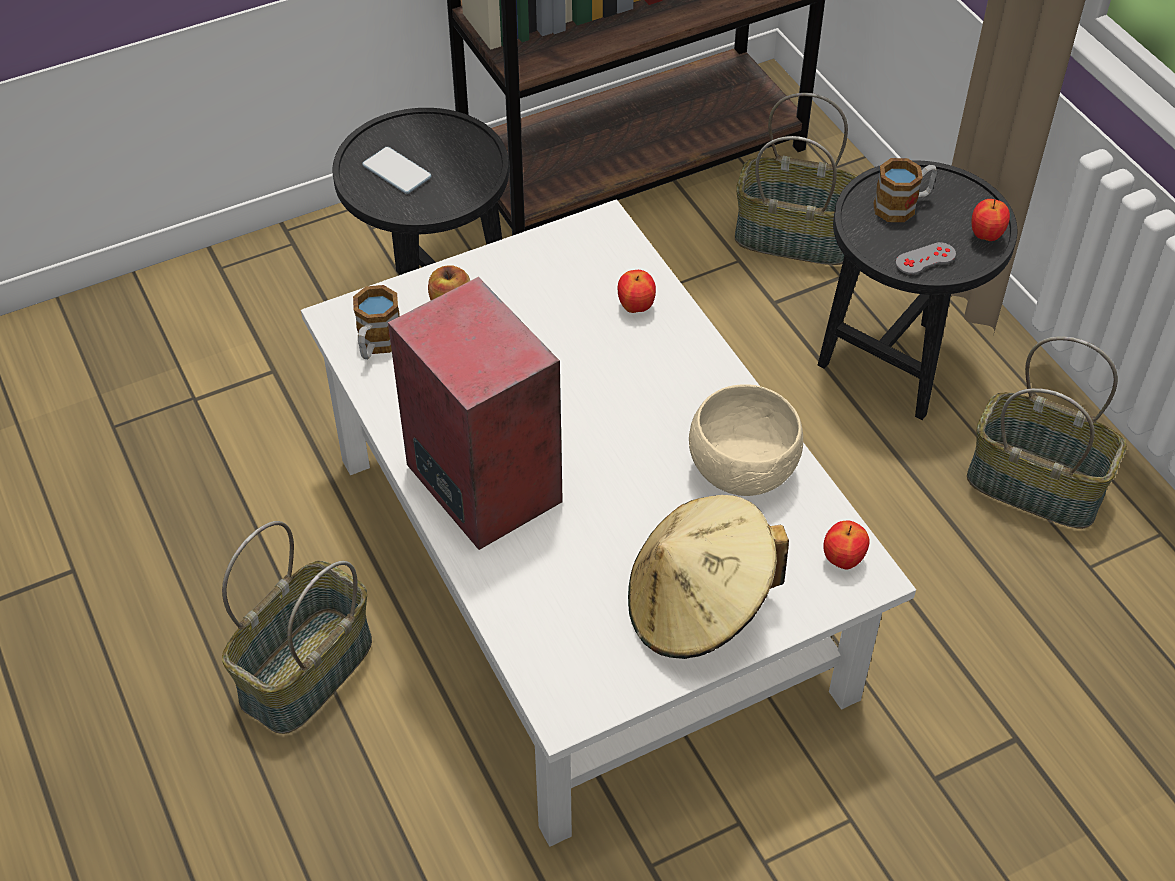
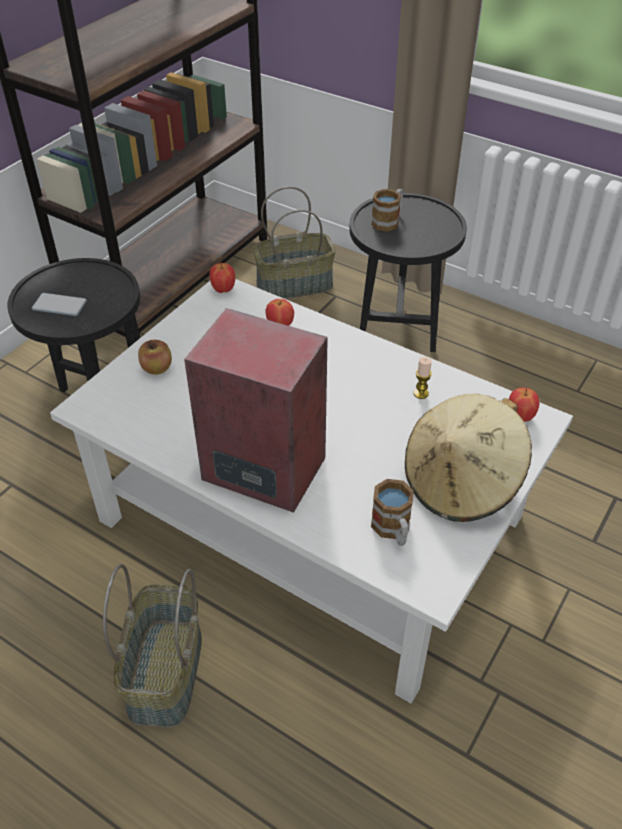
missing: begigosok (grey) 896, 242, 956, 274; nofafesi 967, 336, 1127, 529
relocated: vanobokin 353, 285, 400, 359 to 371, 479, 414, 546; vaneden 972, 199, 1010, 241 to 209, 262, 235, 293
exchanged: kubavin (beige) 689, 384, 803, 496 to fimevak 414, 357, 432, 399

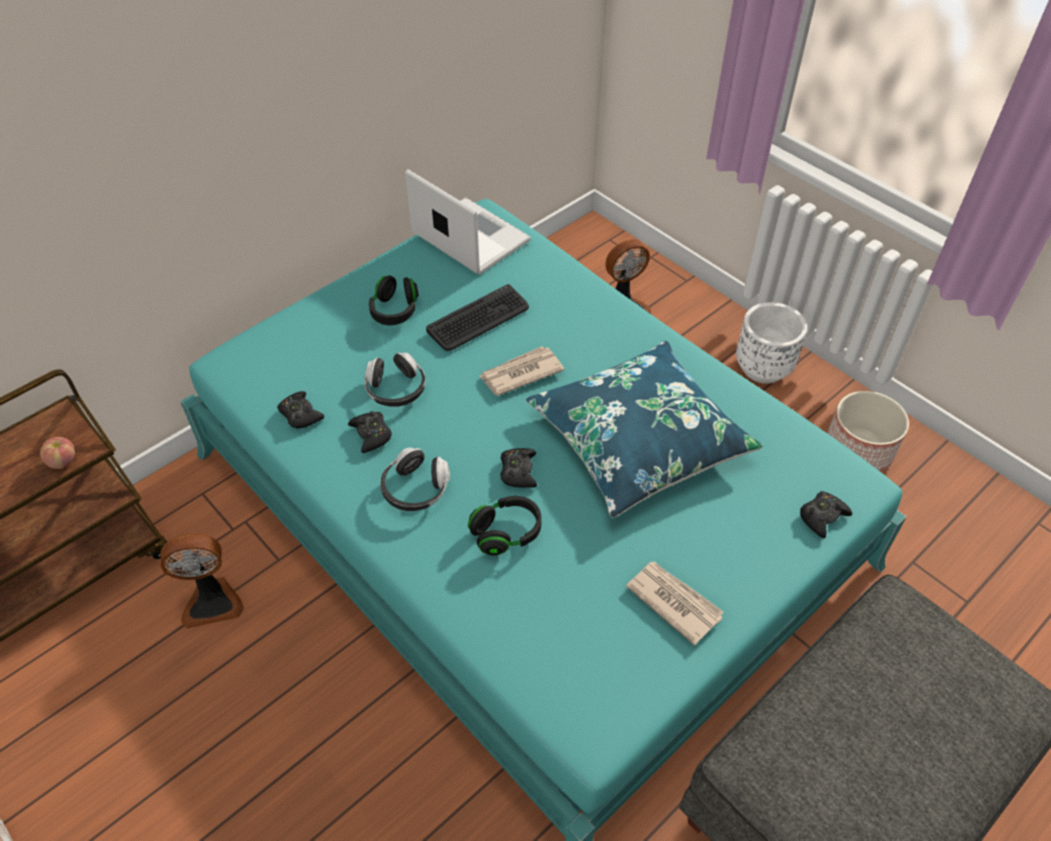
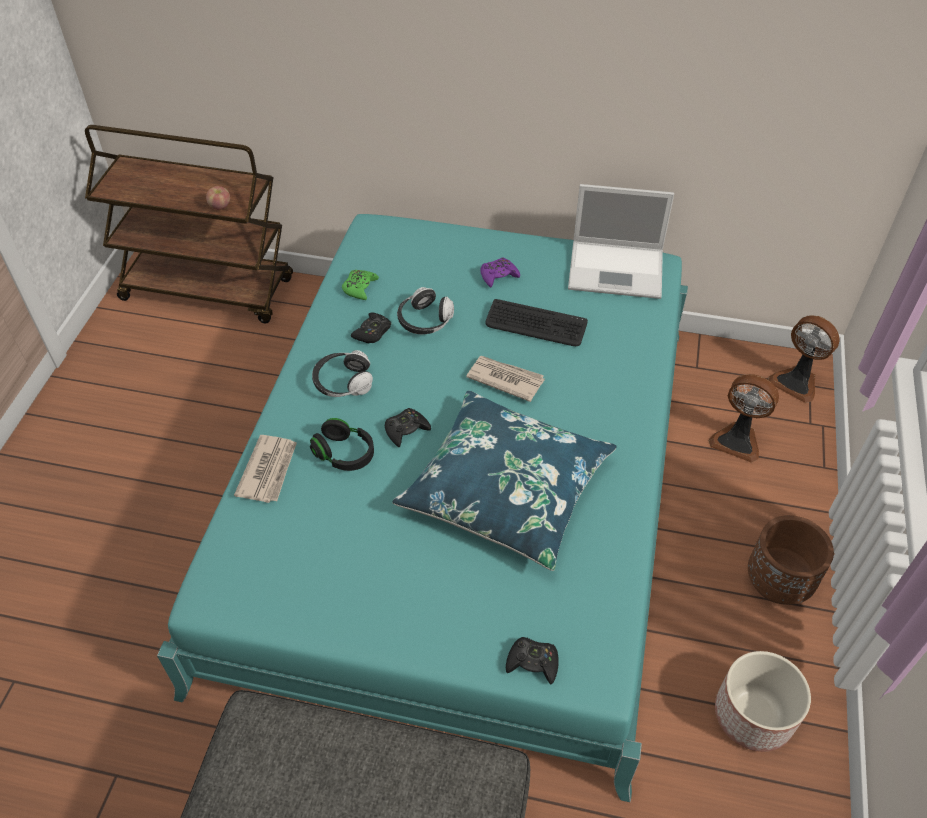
relocated: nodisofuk 161, 534, 244, 628 to 768, 315, 839, 403; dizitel 626, 562, 723, 646 to 234, 435, 297, 503
exchanged: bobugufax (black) 369, 276, 419, 325 to begigosok (purple) 480, 257, 520, 287
colour: begigosok (black) 277, 391, 324, 429 to begigosok (green) 342, 270, 379, 300; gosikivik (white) 736, 302, 807, 384 to gosikivik (brown) 748, 515, 834, 605
spun: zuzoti 405, 169, 531, 275 = 568, 184, 674, 299 90 degrees clockwise

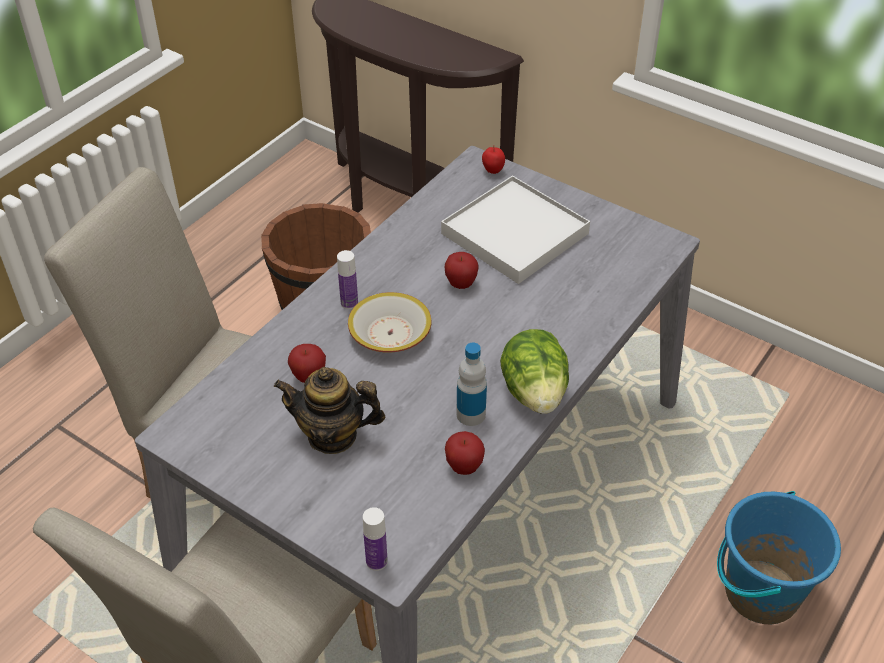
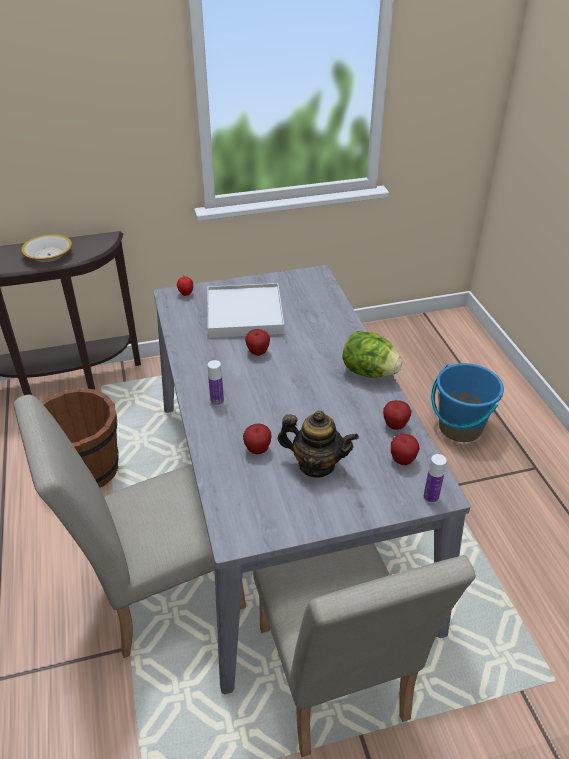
missing: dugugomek 456, 343, 487, 426
appeared: vaneden 391, 434, 420, 465
relocated: kubavin 348, 292, 432, 353 to 21, 234, 72, 262
spun: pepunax 274, 367, 385, 454 = 278, 411, 359, 477 120 degrees counterclockwise

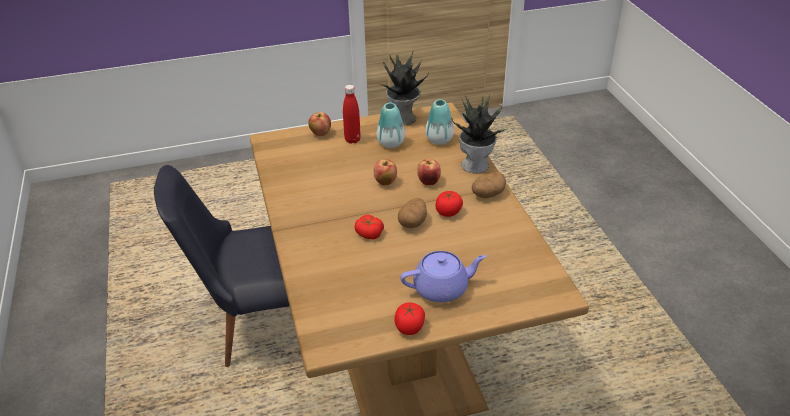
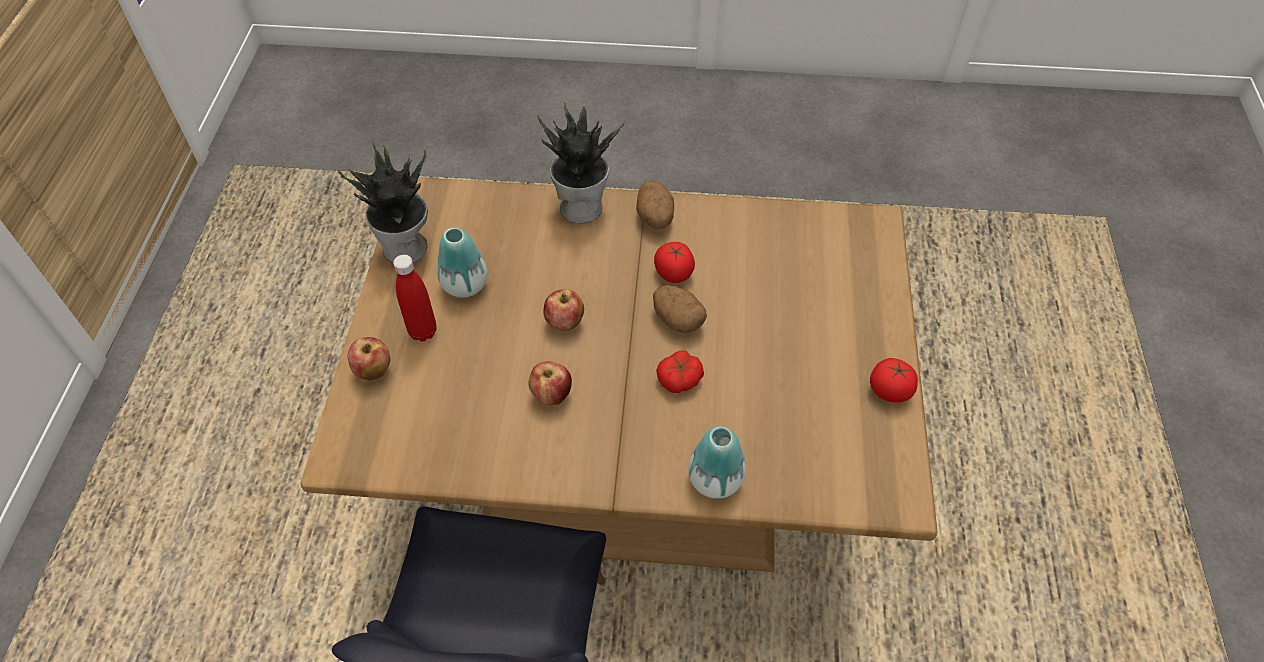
missing: pepunax (purple) 400, 251, 487, 302
relocated: vaneden 417, 159, 441, 185 to 529, 361, 572, 405; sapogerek 425, 99, 454, 145 to 688, 426, 746, 499

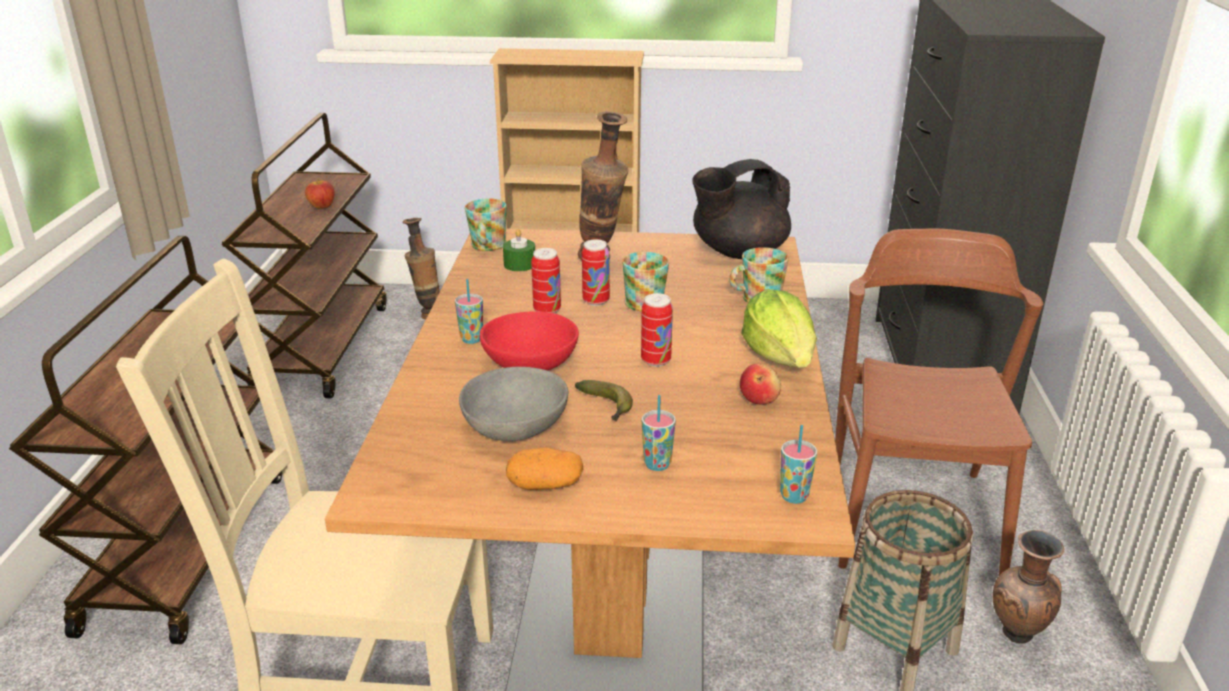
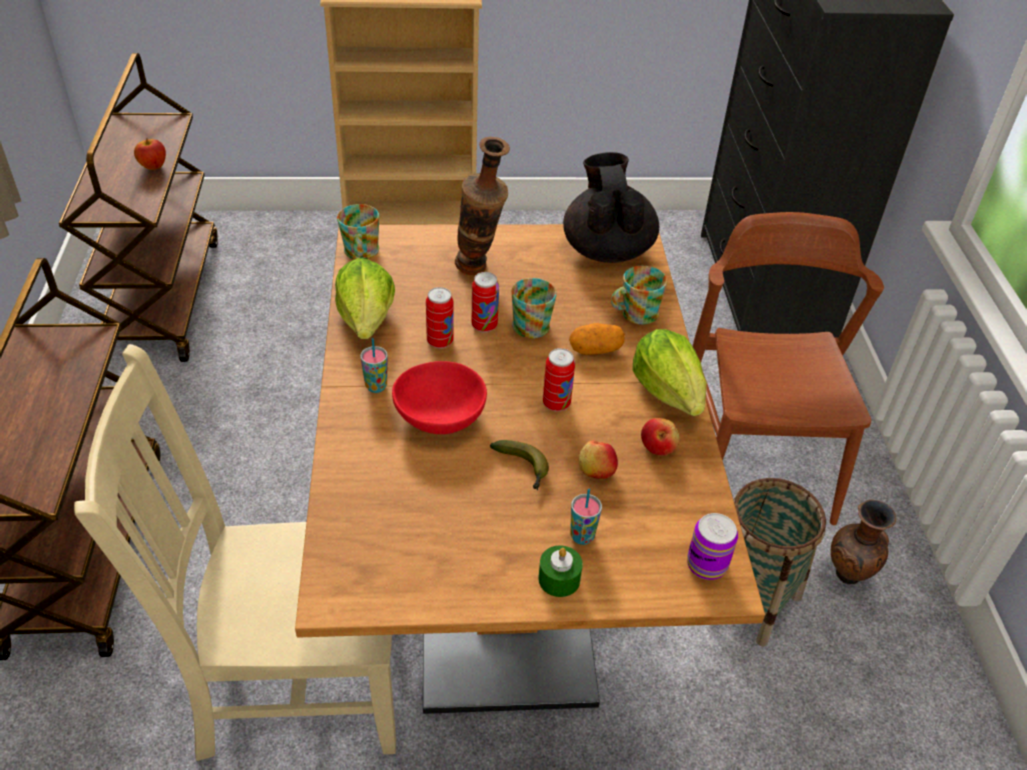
missing: sapogerek 403, 218, 440, 319; kubavin (grey) 459, 367, 569, 441
appeared: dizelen 335, 258, 395, 339; vaneden 578, 441, 618, 479
relocated: fimevak (green) 503, 229, 535, 271 to 538, 545, 583, 597; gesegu 506, 447, 583, 490 to 569, 323, 625, 355
exchanged: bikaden 780, 425, 817, 504 to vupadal 687, 513, 738, 580
spun: pepunax (black) 692, 159, 791, 259 = 563, 152, 659, 263 120 degrees clockwise

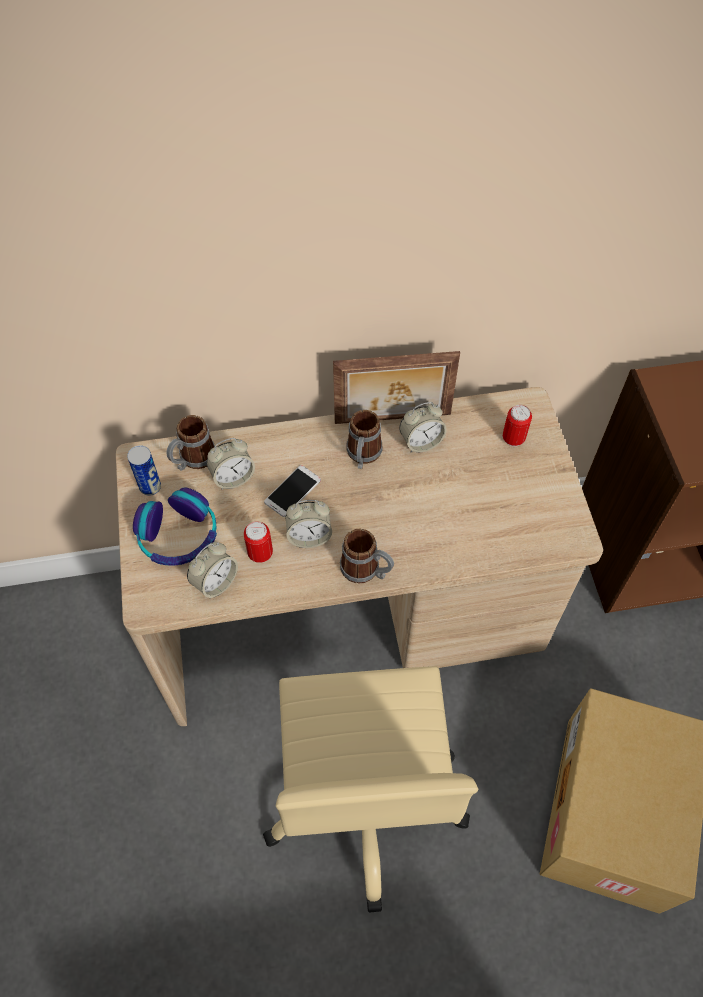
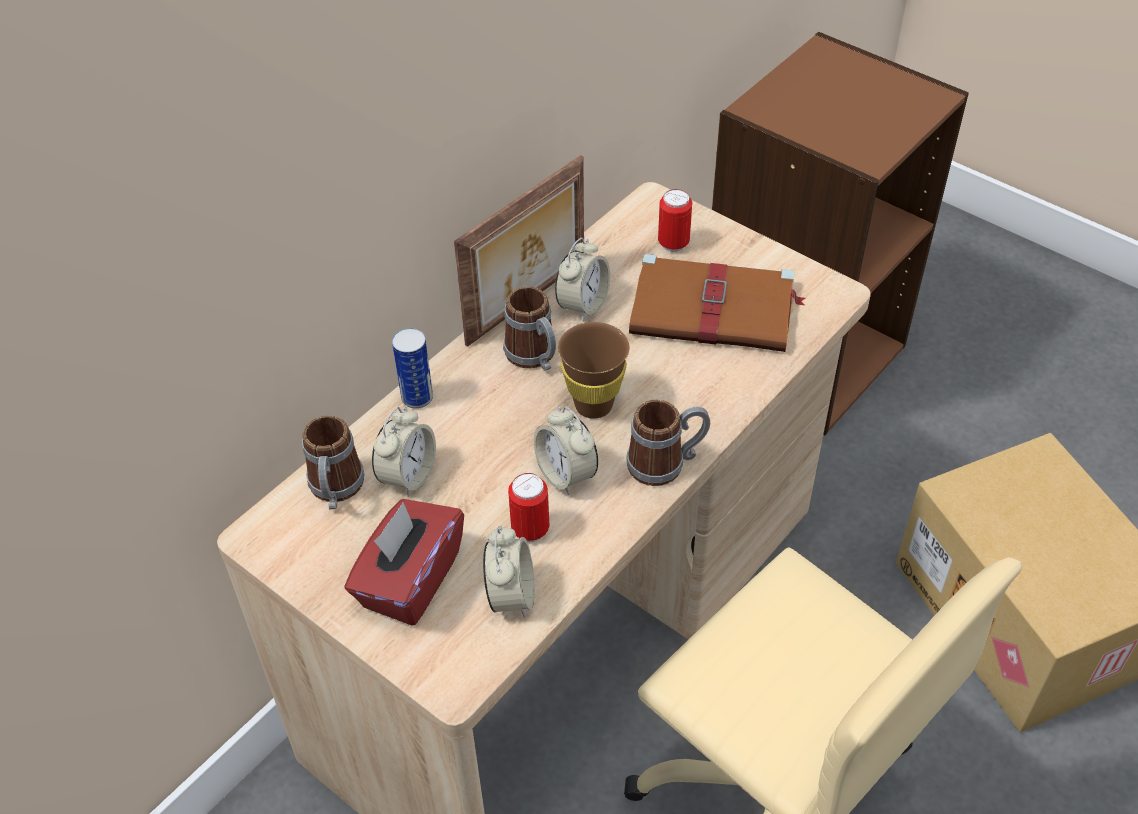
missing: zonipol 264, 465, 321, 517
appeared: bikaden (brown) 558, 322, 629, 419; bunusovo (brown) 629, 254, 806, 352
relocated: vupadal 127, 445, 161, 496 to 392, 328, 433, 409
exchanged: bobugufax 133, 488, 217, 566 to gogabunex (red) 345, 499, 464, 625
spun: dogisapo 286, 500, 332, 548 = 534, 406, 598, 495 105 degrees clockwise

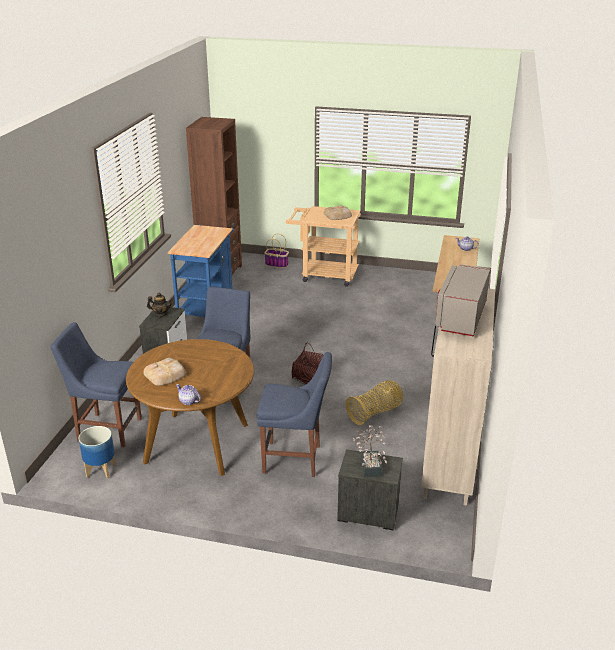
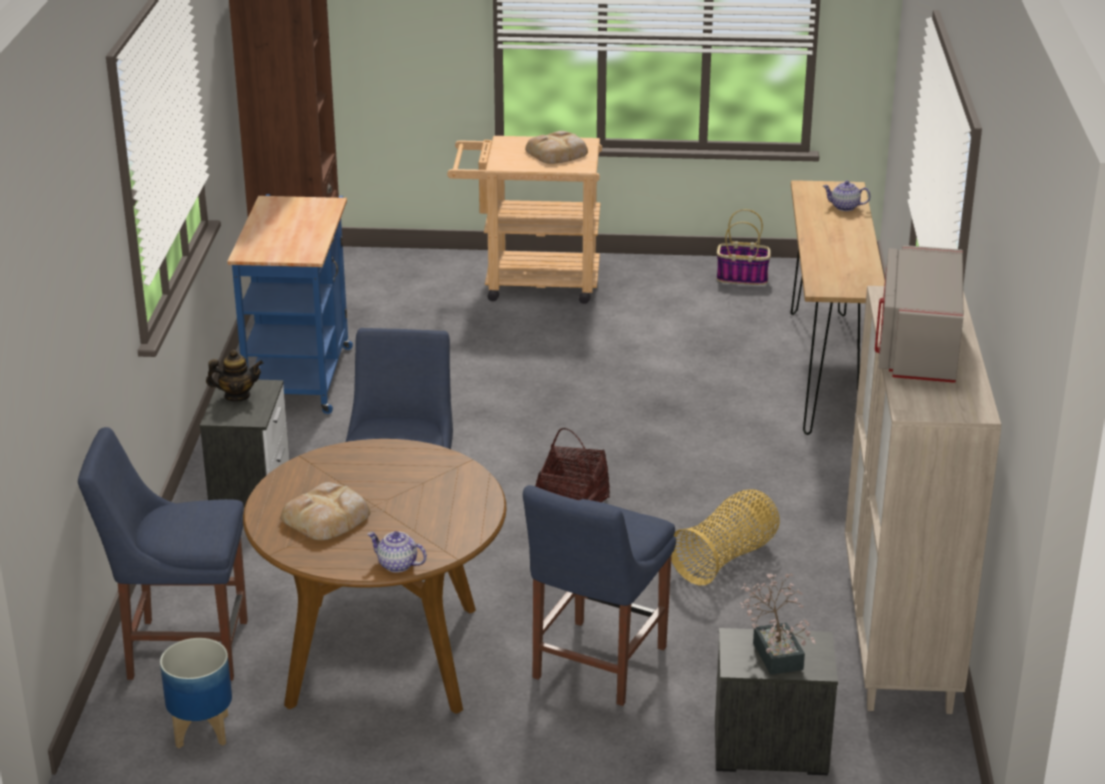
relocated: nofafesi 264, 234, 289, 268 to 717, 209, 771, 285
spun: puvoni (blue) 257, 352, 332, 477 = 523, 485, 676, 706 120 degrees clockwise

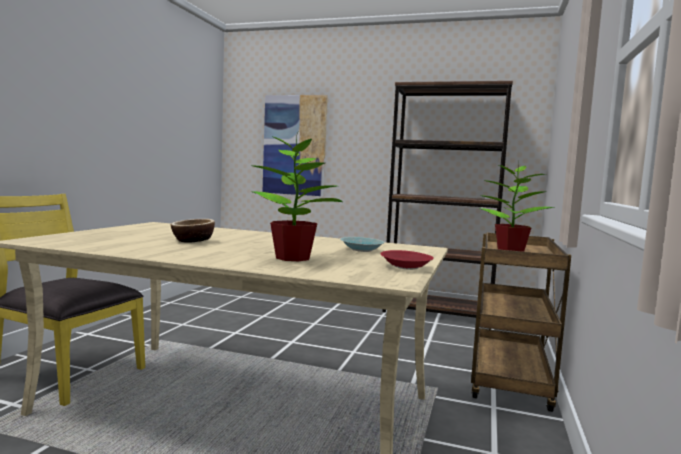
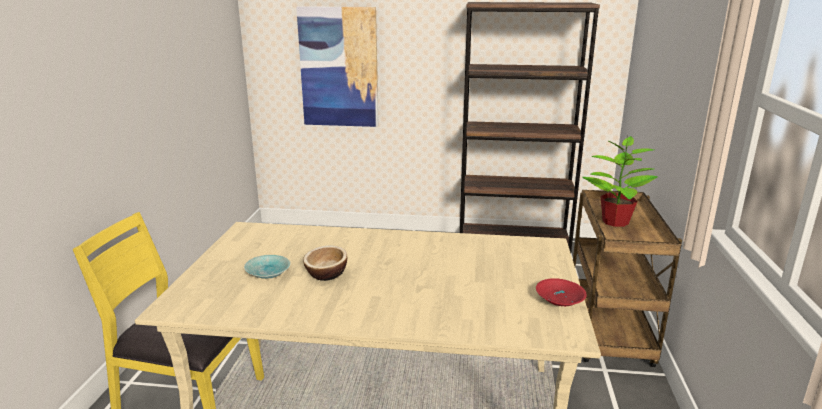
missing: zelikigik 253, 136, 343, 261
relocated: kubavin (turquoise) 340, 237, 385, 252 to 244, 255, 291, 279

